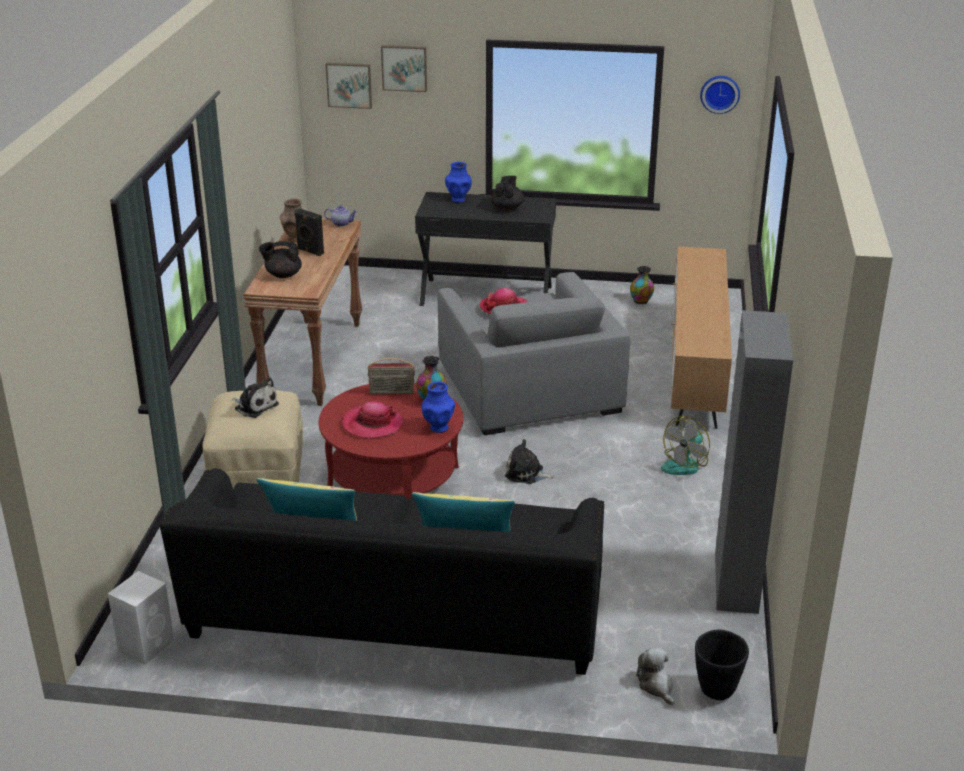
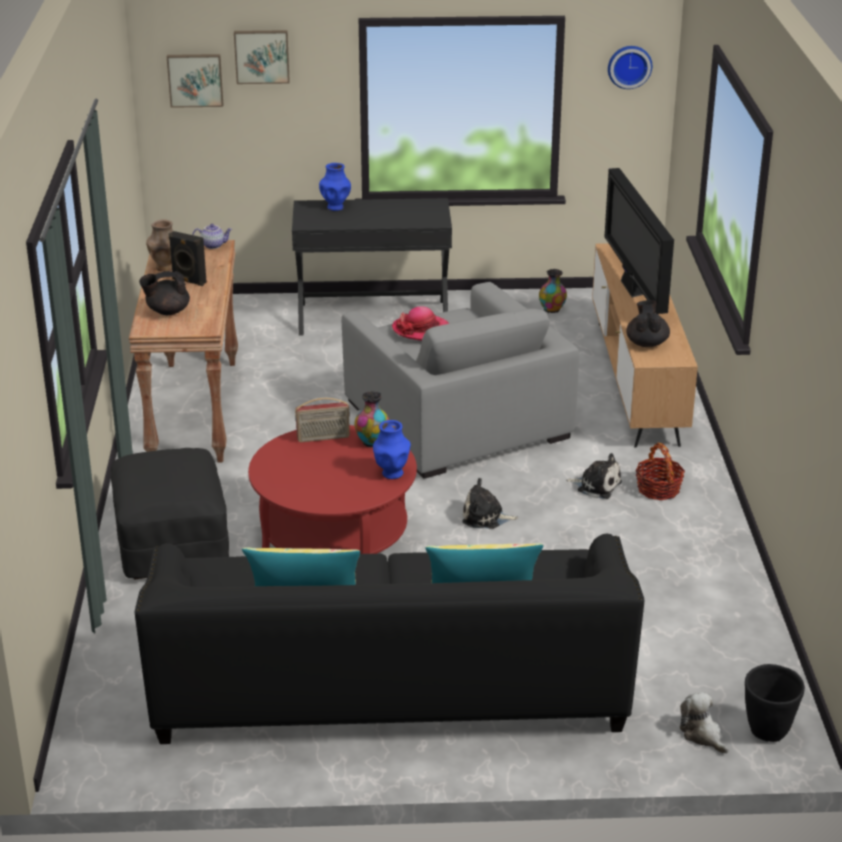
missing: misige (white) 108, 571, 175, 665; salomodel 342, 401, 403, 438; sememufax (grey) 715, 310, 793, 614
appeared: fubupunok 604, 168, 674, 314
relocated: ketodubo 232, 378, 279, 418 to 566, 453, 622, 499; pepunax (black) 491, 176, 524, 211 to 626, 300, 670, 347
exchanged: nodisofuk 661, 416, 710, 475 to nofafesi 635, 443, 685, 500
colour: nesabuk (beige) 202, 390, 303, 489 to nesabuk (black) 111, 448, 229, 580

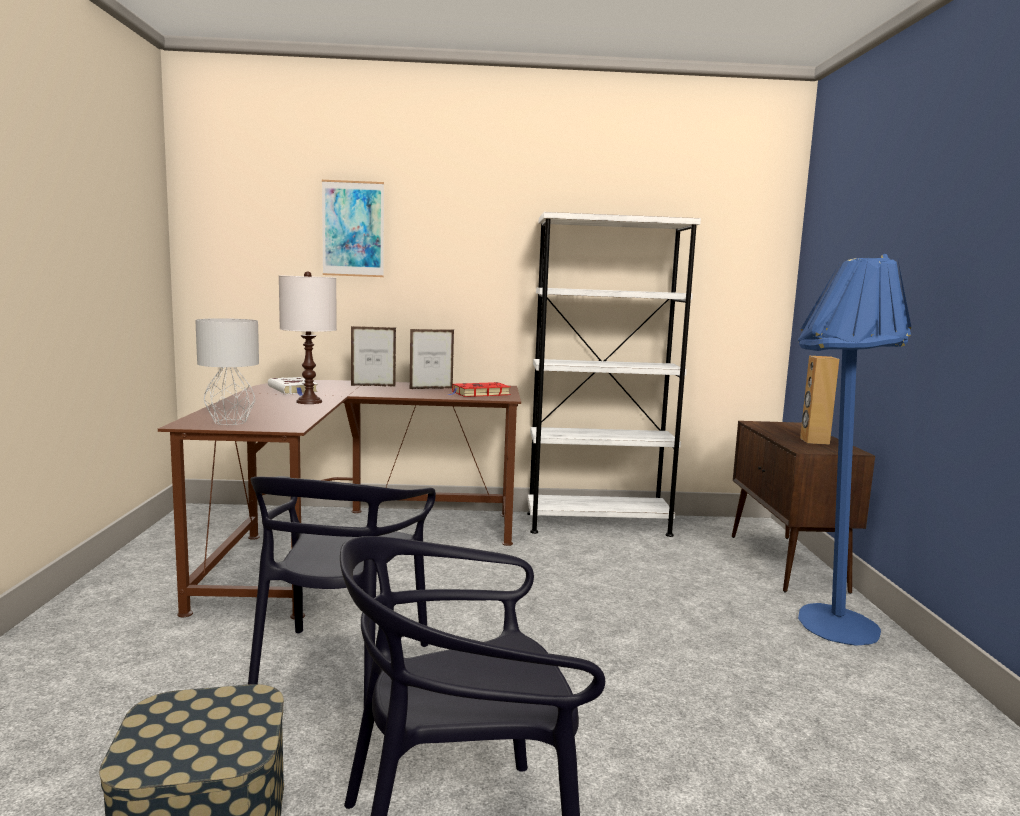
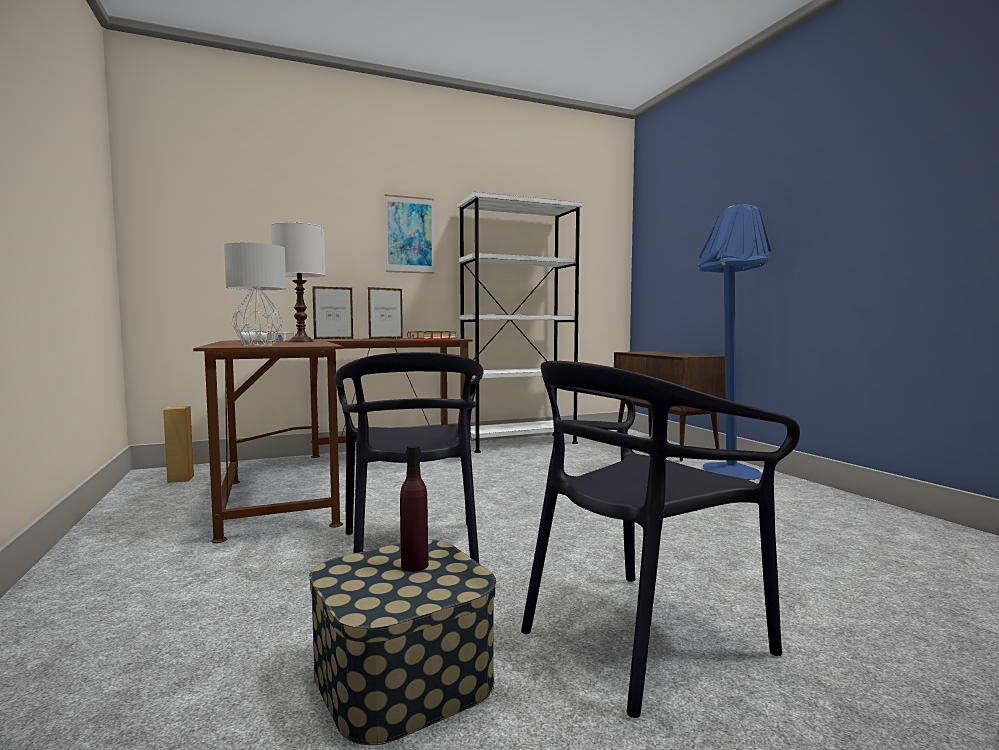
appeared: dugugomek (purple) 400, 445, 428, 572
relocated: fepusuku 322, 180, 384, 277 to 385, 194, 435, 274; misige (brown) 800, 356, 839, 445 to 163, 406, 194, 483

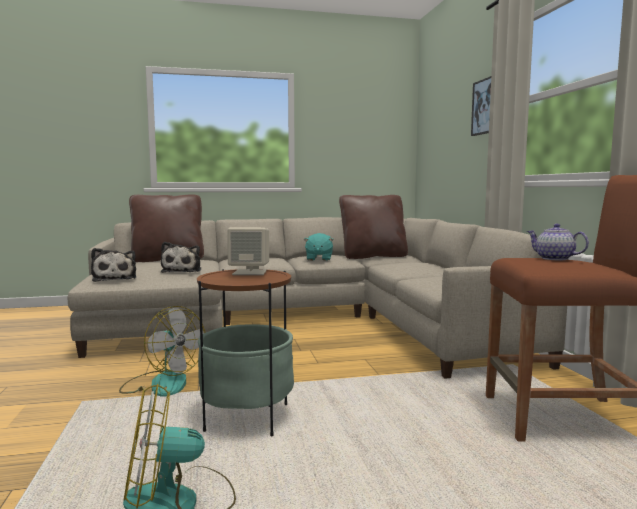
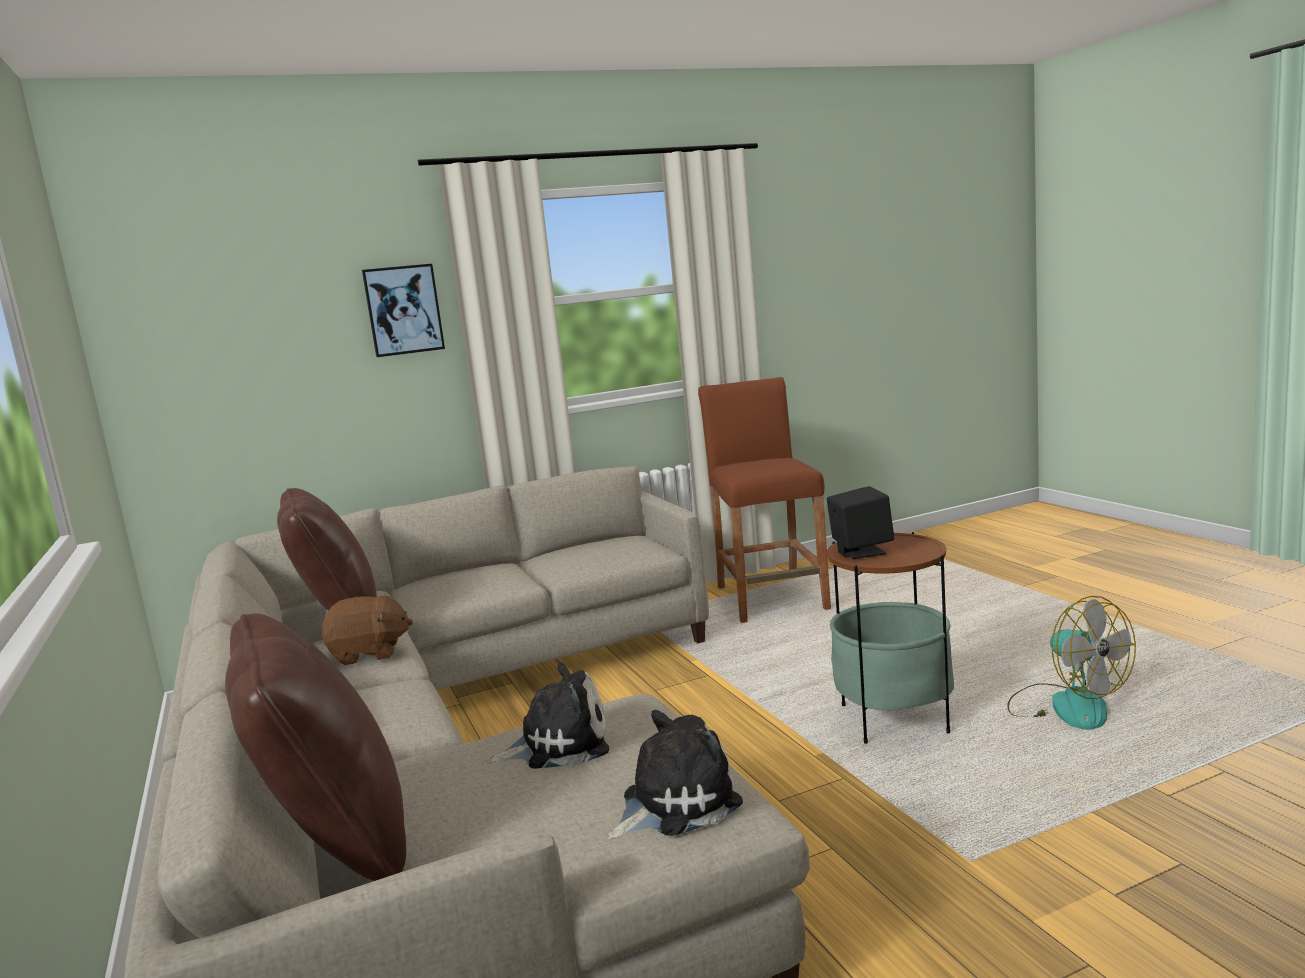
missing: nodisofuk 119, 306, 205, 397; pepunax 527, 224, 589, 260
colour: misige (beige) 227, 228, 269, 275 to misige (black) 827, 486, 894, 559; ketodubo (turquoise) 303, 233, 334, 261 to ketodubo (brown) 322, 593, 413, 665

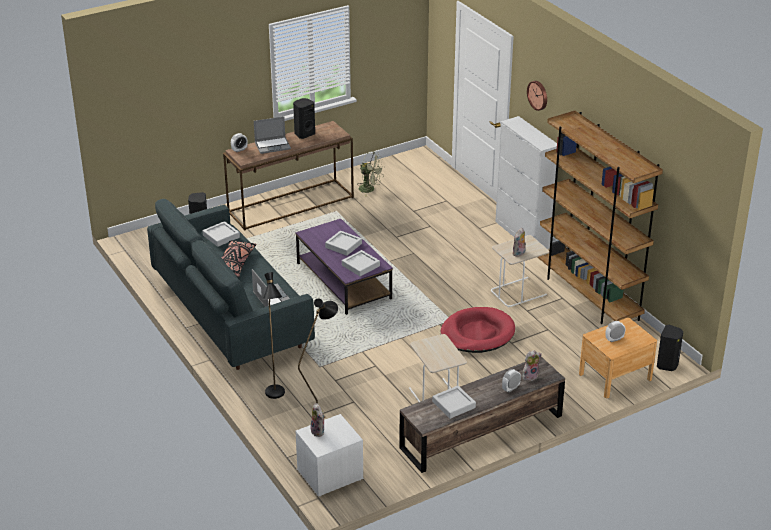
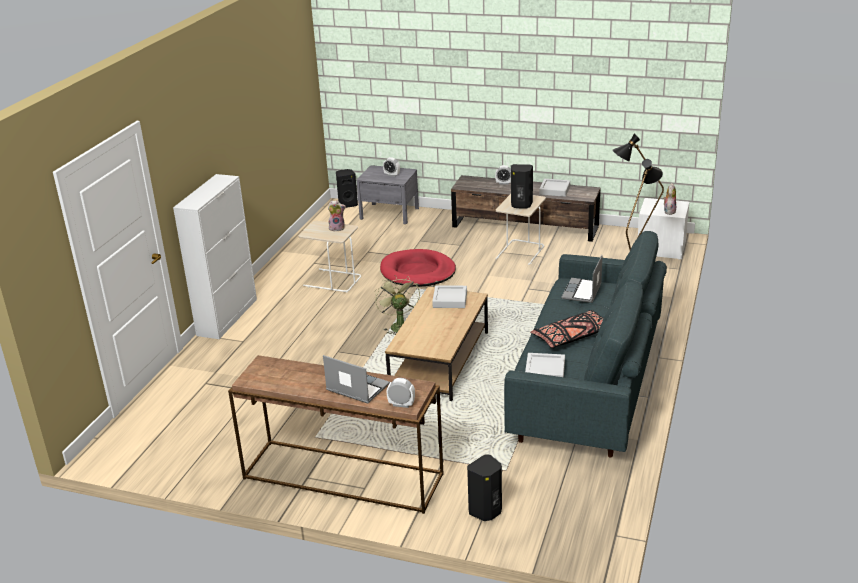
missing: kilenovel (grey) 325, 231, 362, 256; ketodubo 523, 350, 542, 381; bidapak 527, 81, 547, 111; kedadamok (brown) 537, 111, 663, 324
relocated: misige (black) 293, 98, 315, 139 to 511, 164, 533, 209; nodisofuk (green) 358, 151, 385, 197 to 375, 275, 420, 335
colour: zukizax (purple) 295, 219, 393, 315 to zukizax (brown) 385, 287, 488, 401; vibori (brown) 579, 318, 657, 398 to vibori (grey) 356, 165, 419, 224

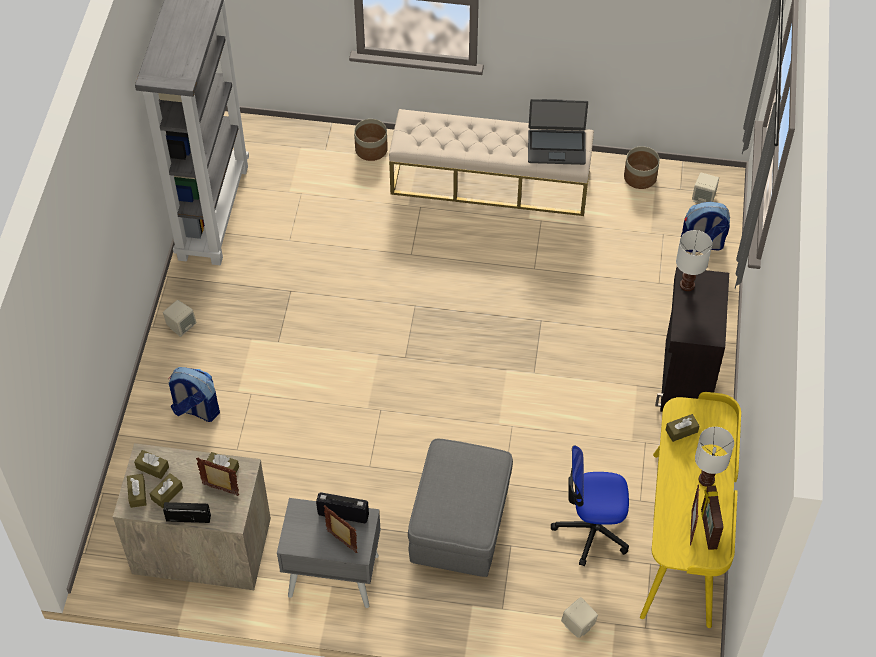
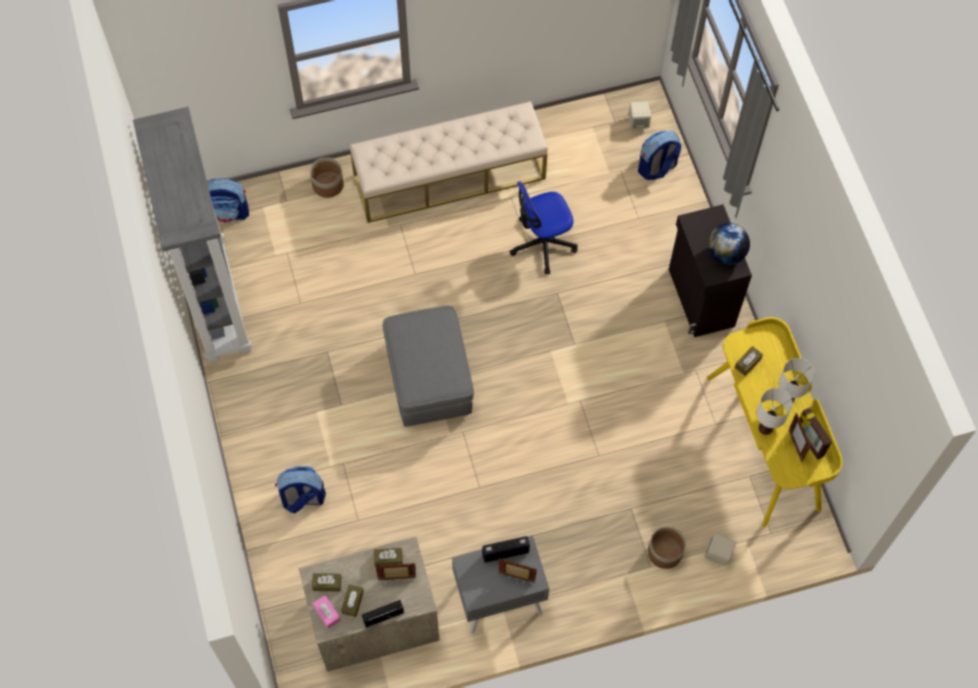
missing: misige (beige) 163, 300, 196, 337; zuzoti 528, 99, 588, 165
appeared: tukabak 207, 178, 249, 223; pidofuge 708, 223, 750, 265
relocated: nesabuk (grey) 408, 439, 513, 577 to 383, 306, 474, 426; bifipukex 551, 445, 629, 566 to 510, 182, 578, 274; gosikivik 624, 146, 660, 189 to 648, 526, 686, 569; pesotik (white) 676, 230, 712, 291 to 756, 388, 793, 435
colour: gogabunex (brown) 127, 474, 147, 508 to gogabunex (pink) 313, 595, 341, 629

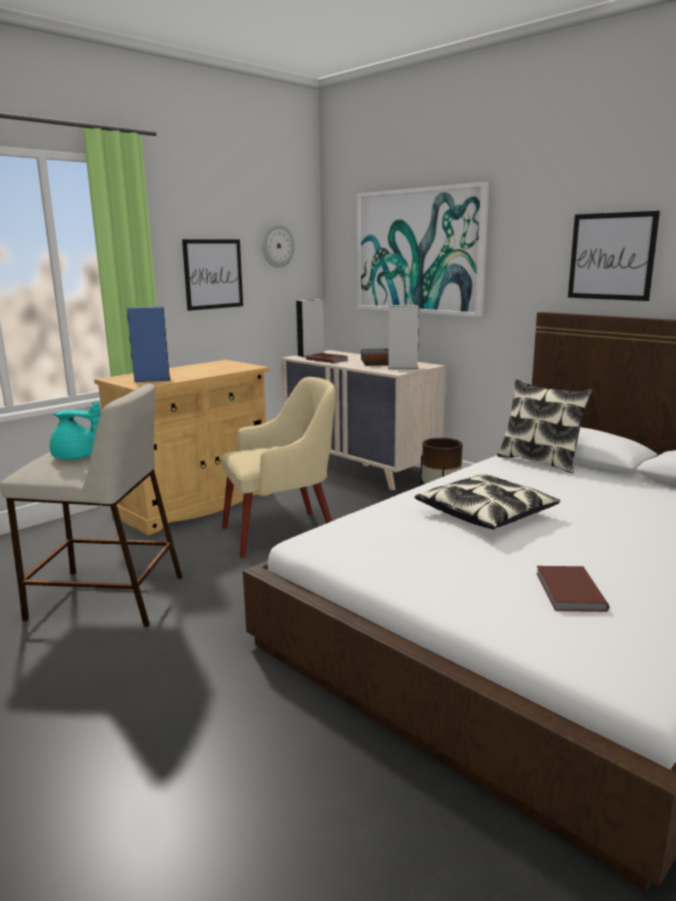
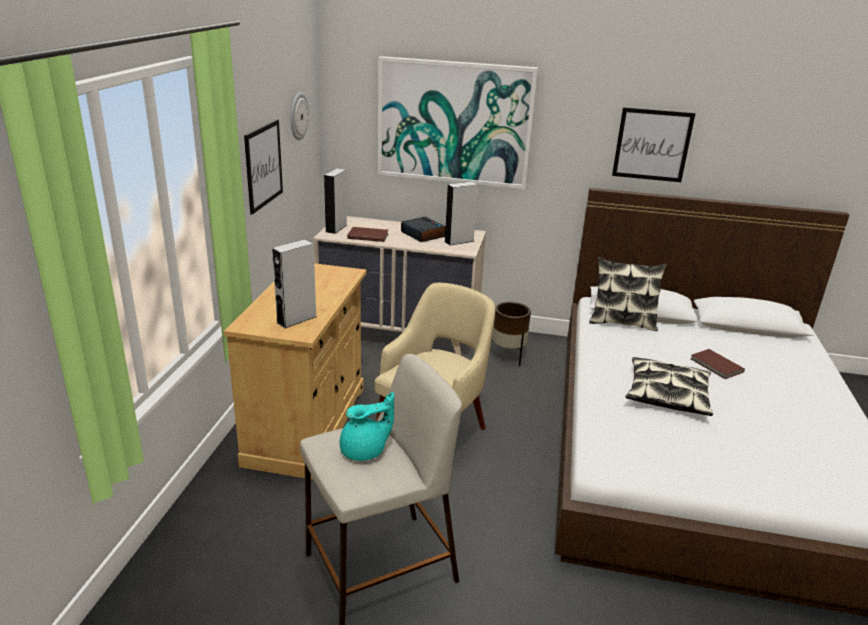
relocated: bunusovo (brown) 536, 566, 609, 612 to 691, 349, 745, 379
colour: misige (blue) 127, 307, 171, 382 to misige (grey) 272, 239, 317, 328

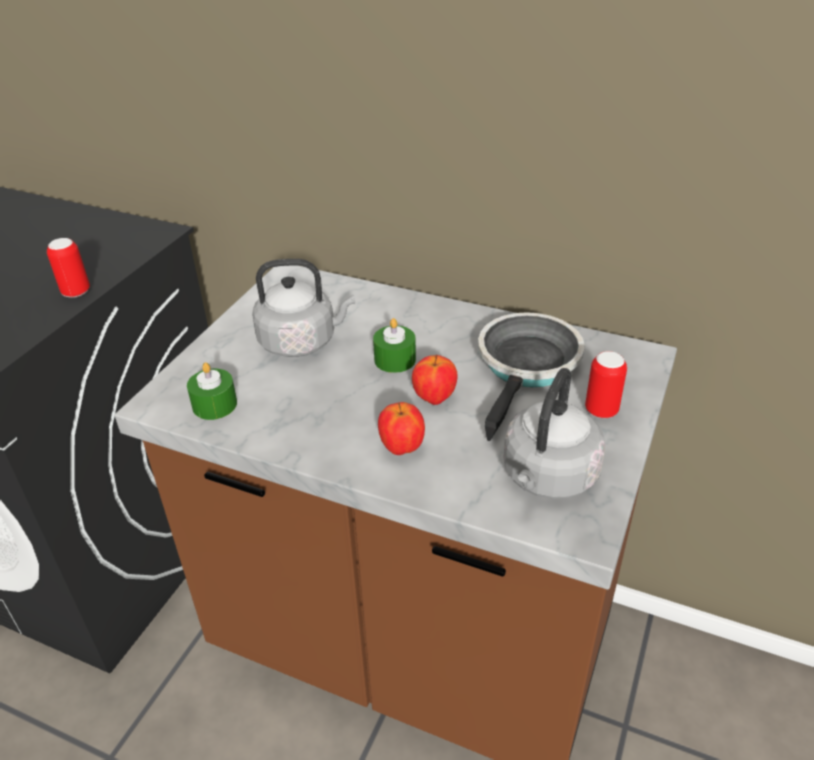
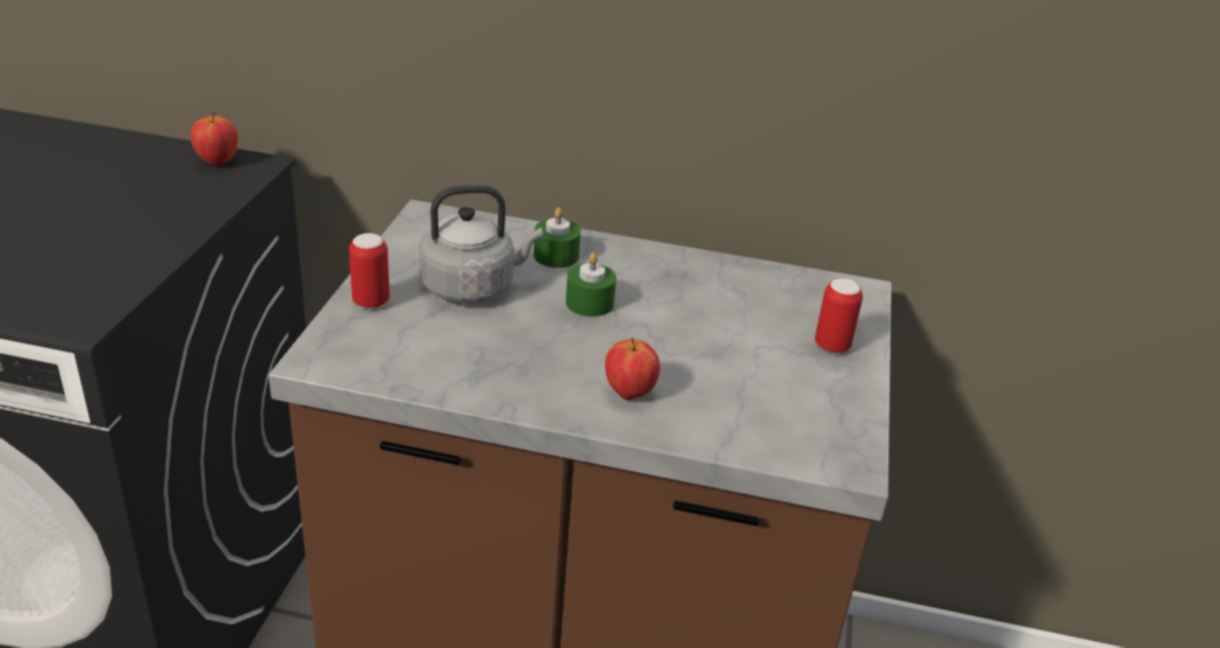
missing: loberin 478, 312, 585, 441; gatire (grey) 503, 368, 606, 499
relocated: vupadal 47, 238, 90, 298 to 349, 233, 390, 309; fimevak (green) 187, 362, 237, 420 to 534, 207, 581, 268; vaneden 412, 355, 458, 405 to 190, 112, 238, 166

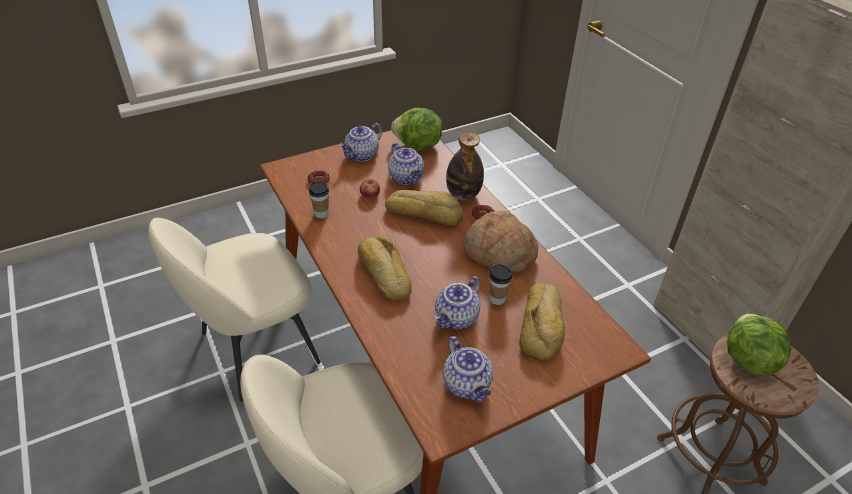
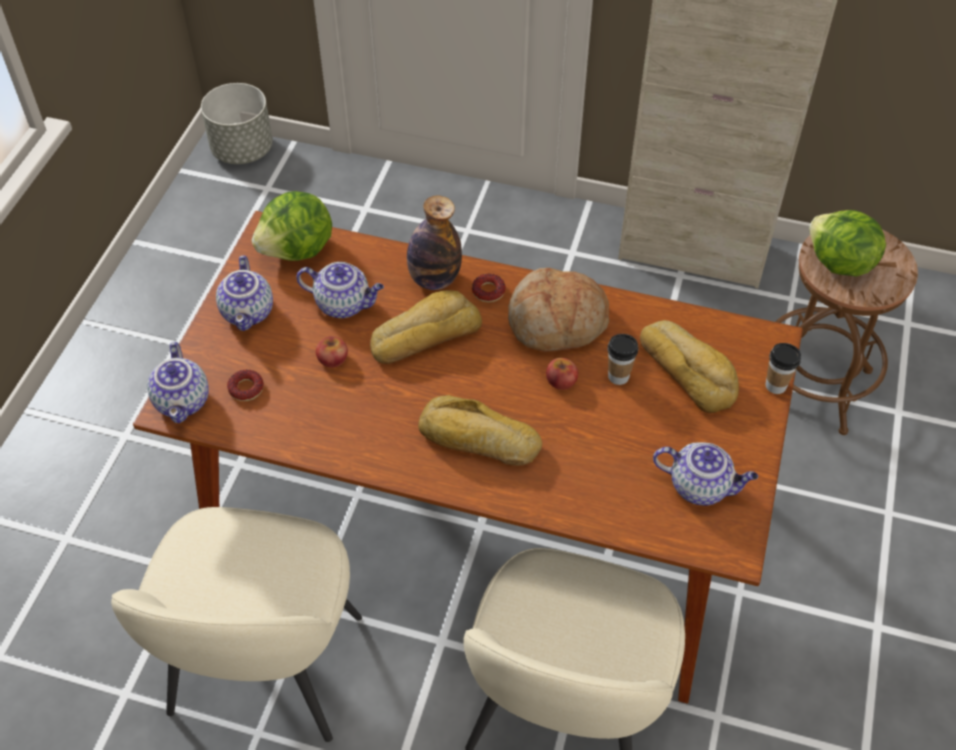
appeared: gosikivik (grey) 201, 83, 273, 164; vaneden 546, 358, 578, 390
relocated: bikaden 309, 181, 329, 218 to 766, 343, 801, 394; pepunax 434, 276, 481, 329 to 147, 342, 209, 423

